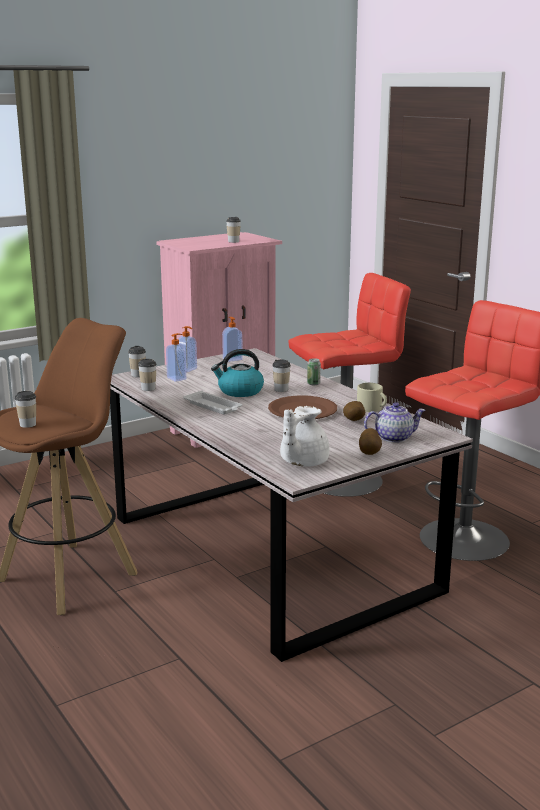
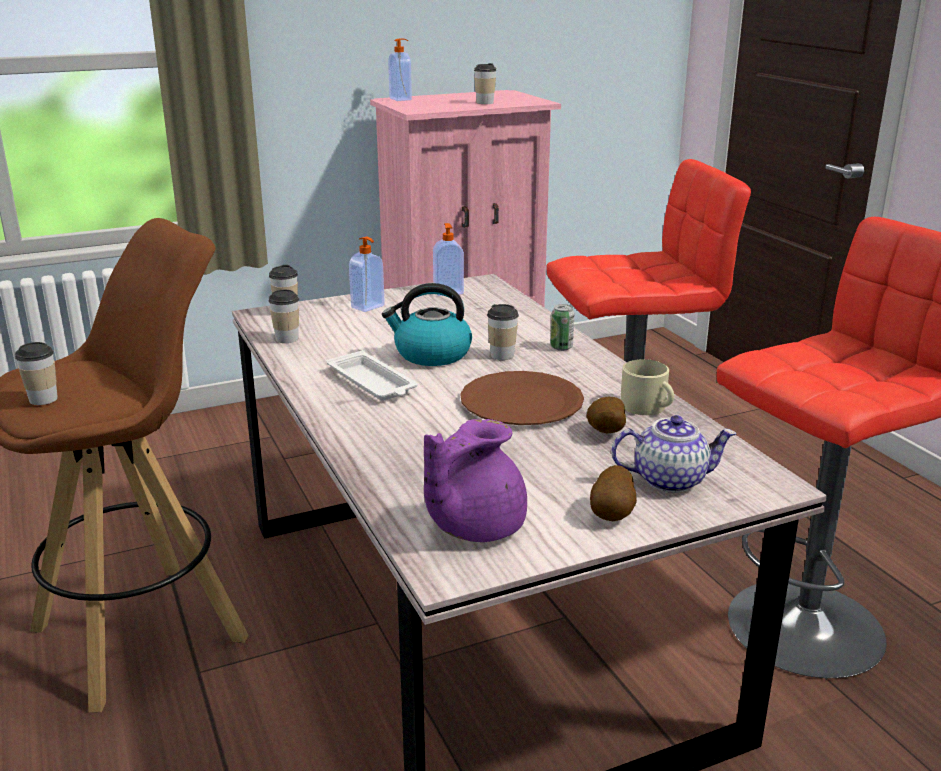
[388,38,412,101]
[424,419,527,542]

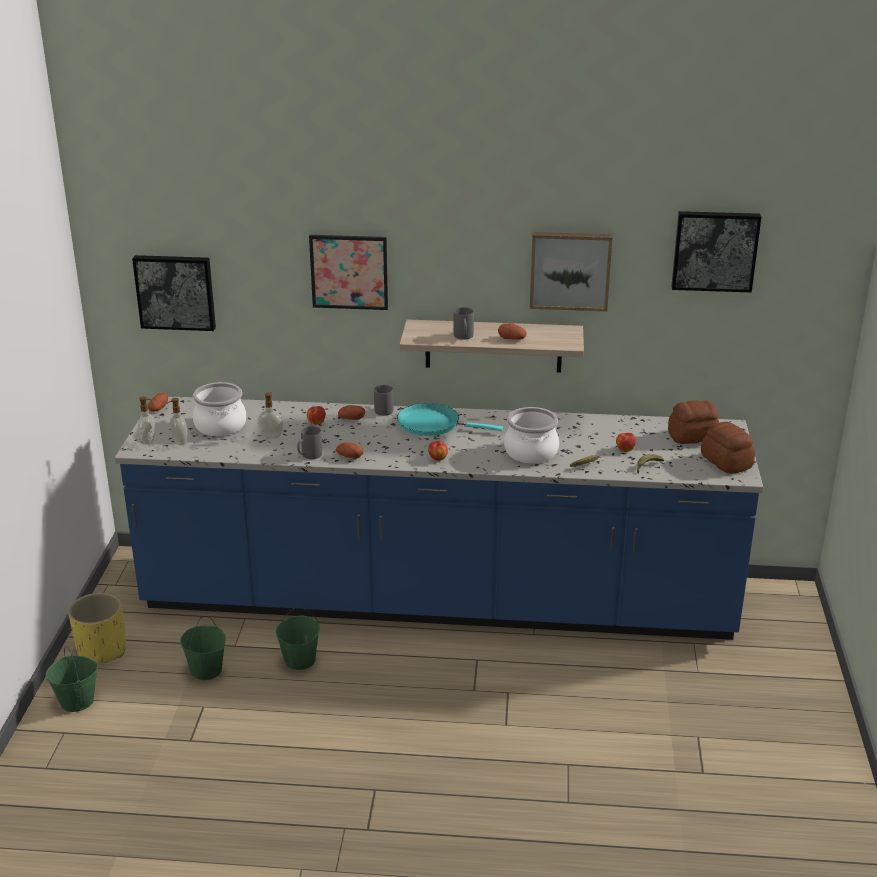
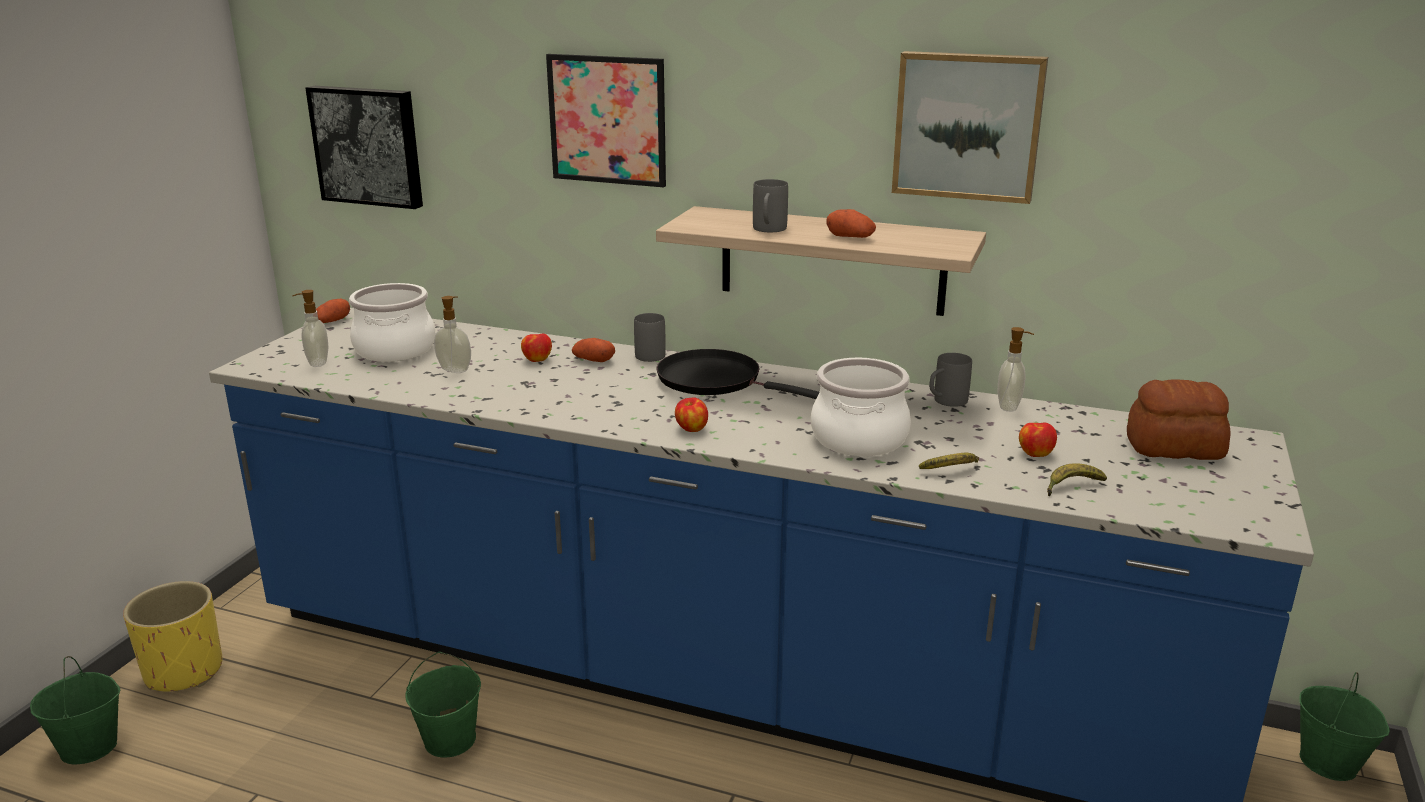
[998,327,1034,412]
[1299,672,1390,781]
[929,353,972,407]
[336,442,363,459] (first image)
[656,349,819,399]
[671,211,761,293] (first image)
[701,422,755,474] (first image)

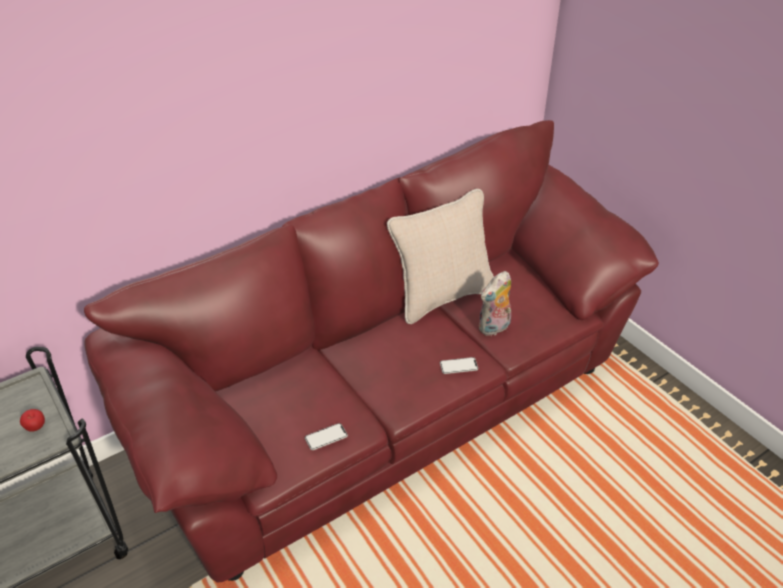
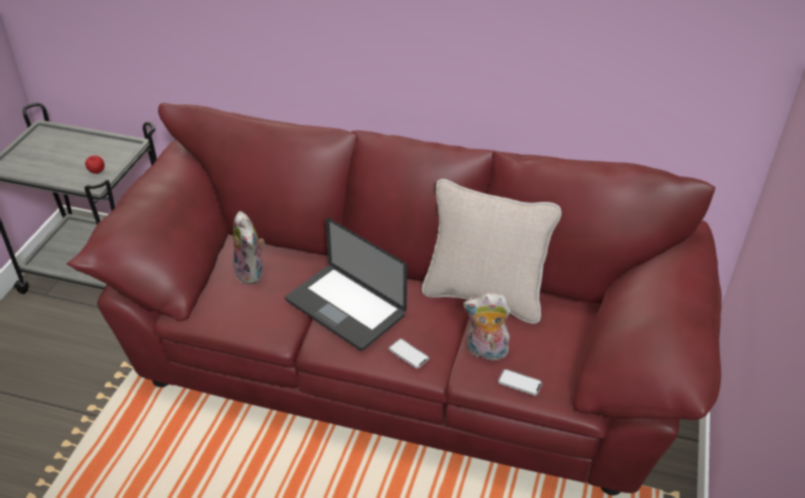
[498,369,542,396]
[233,211,265,284]
[285,218,407,351]

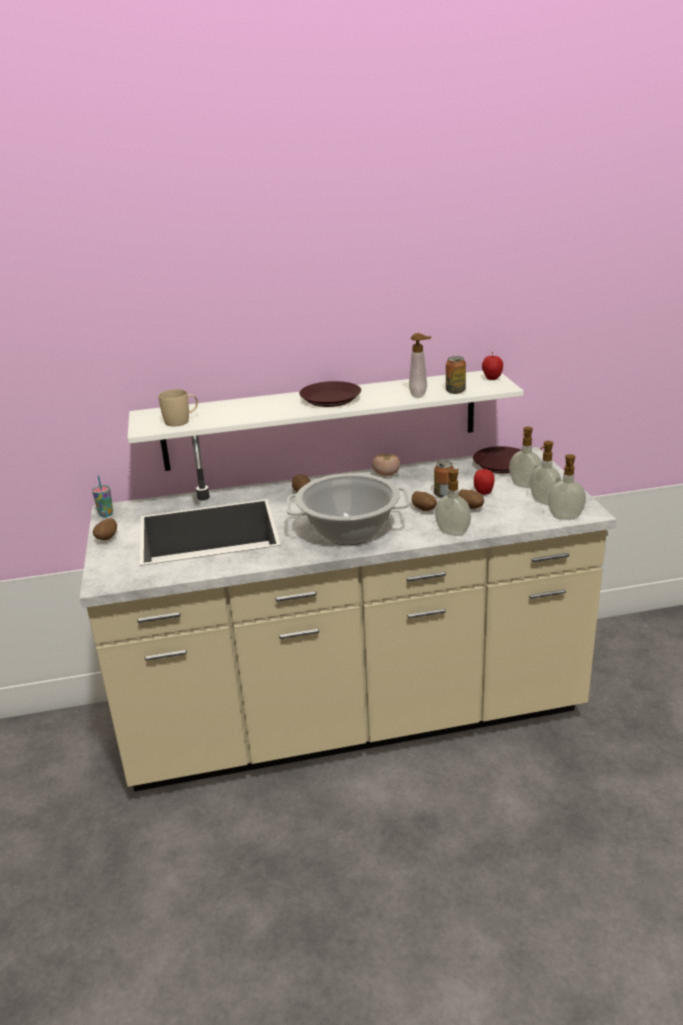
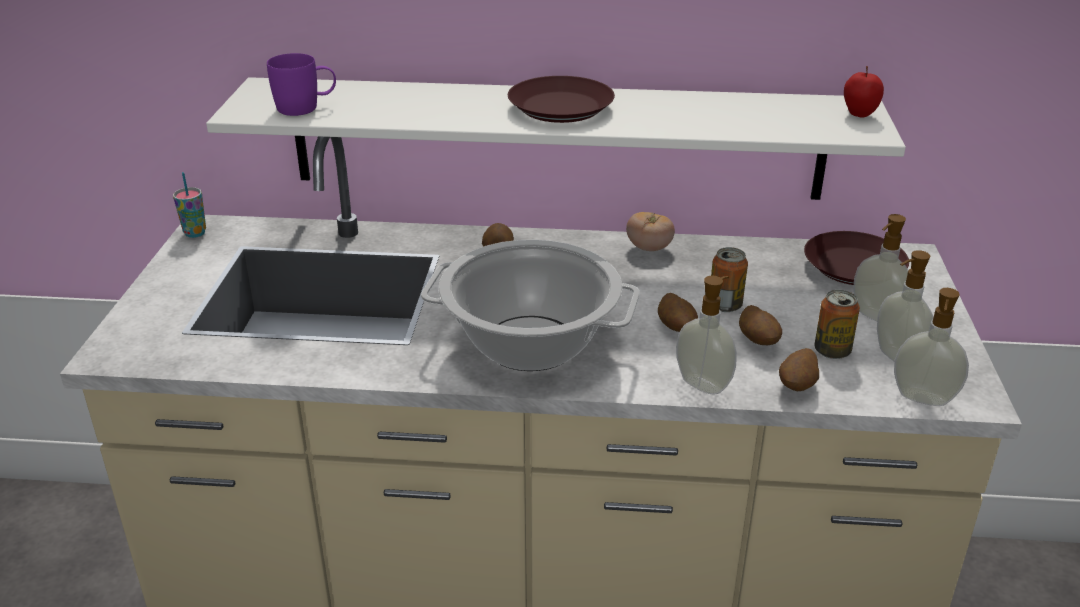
[779,348,819,391]
[267,53,336,116]
[409,333,432,398] (first image)
[814,290,860,359]
[474,467,495,495] (first image)

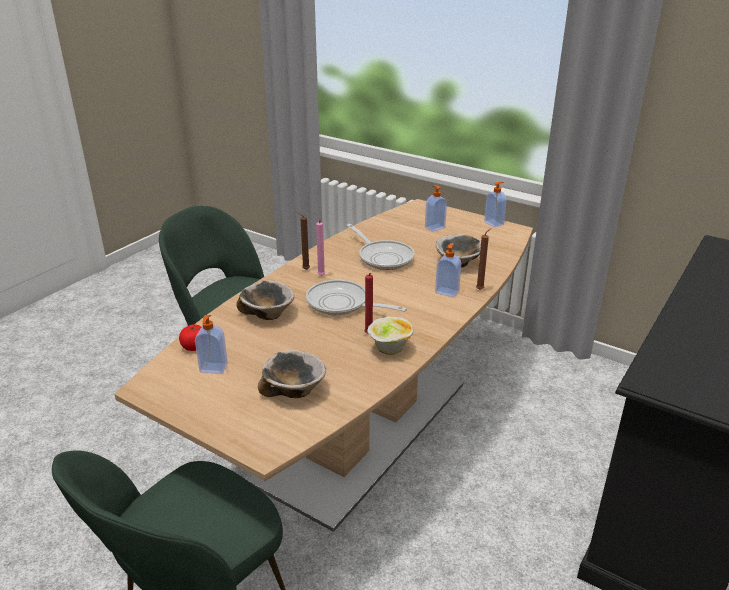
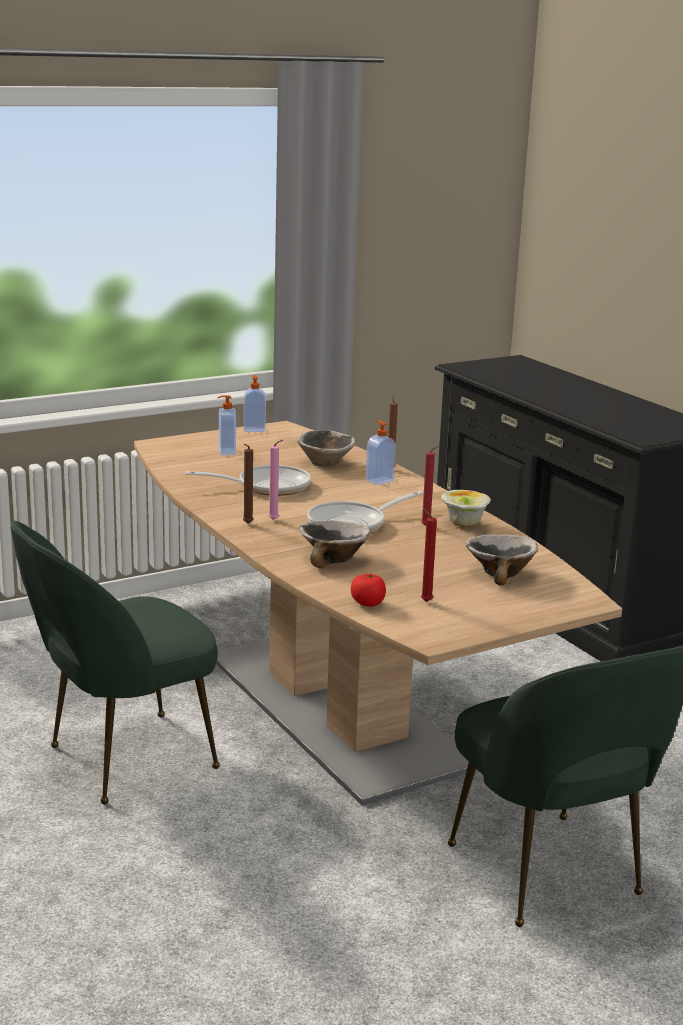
[421,508,437,602]

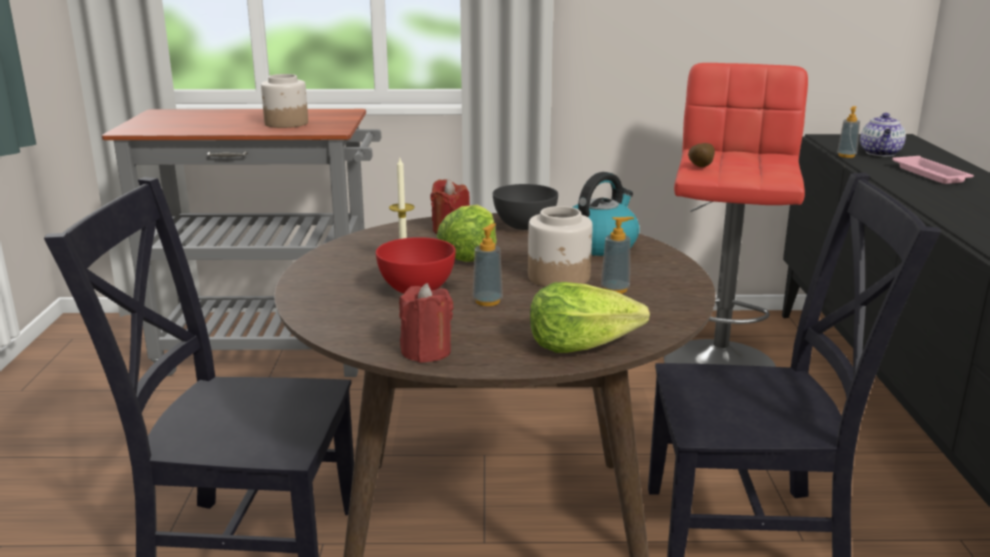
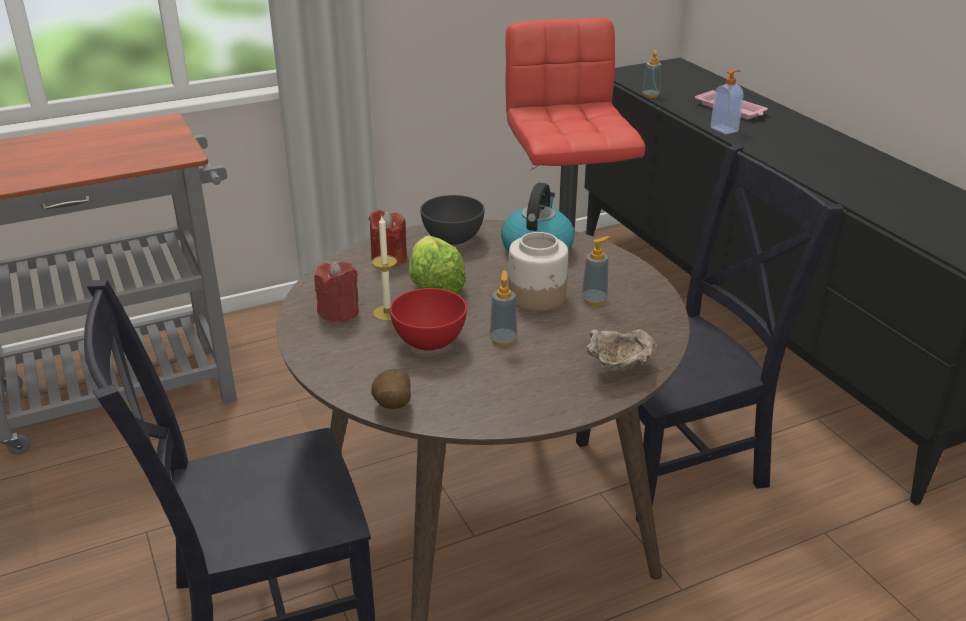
[261,74,308,128] (first image)
[314,261,359,322]
[587,329,659,371]
[371,369,411,409]
[860,113,906,156] (first image)
[711,69,744,134]

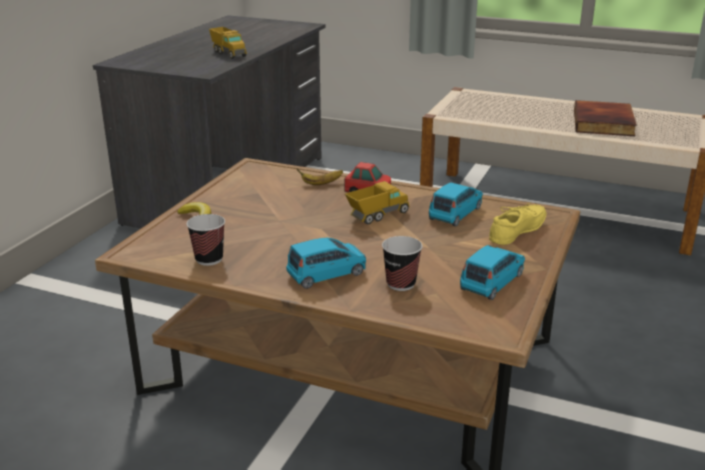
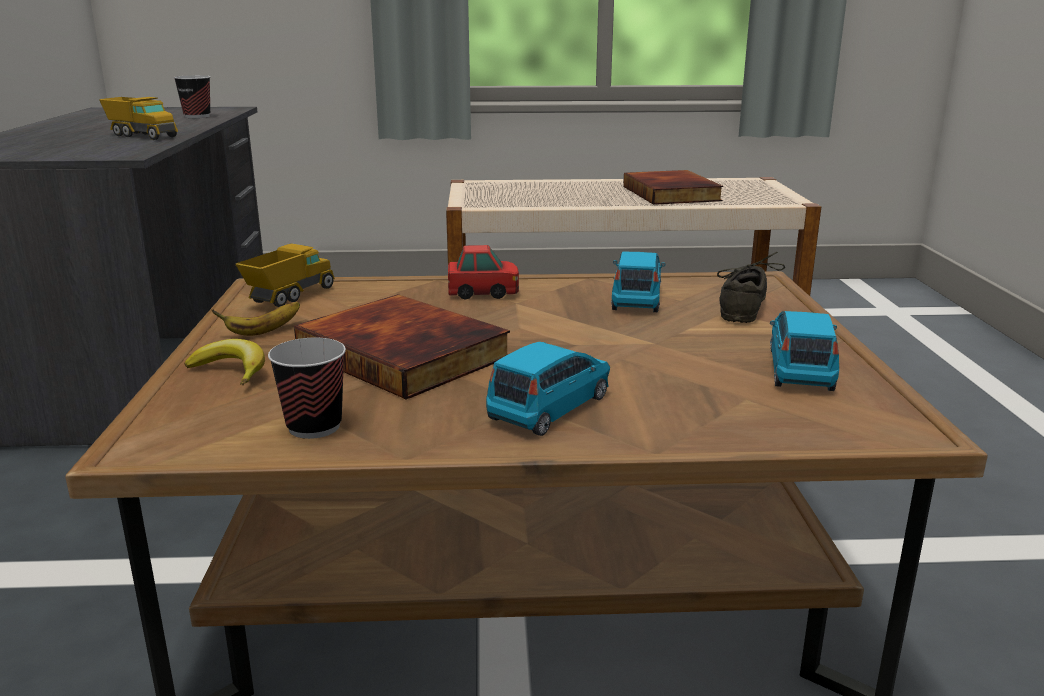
[212,302,300,336]
[235,243,335,307]
[174,75,210,118]
[717,252,785,323]
[294,294,510,400]

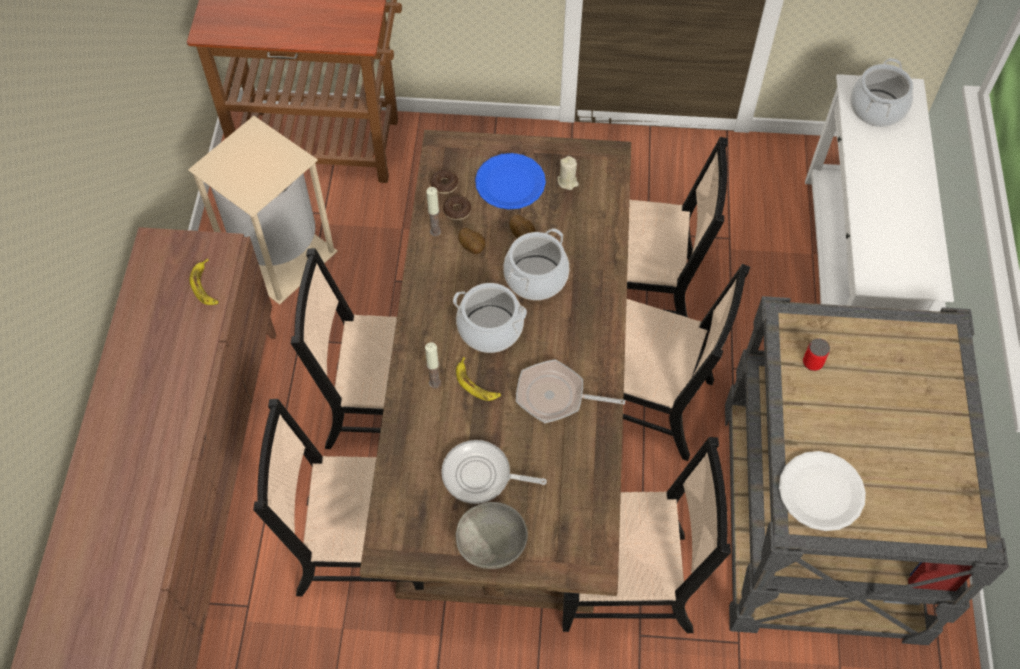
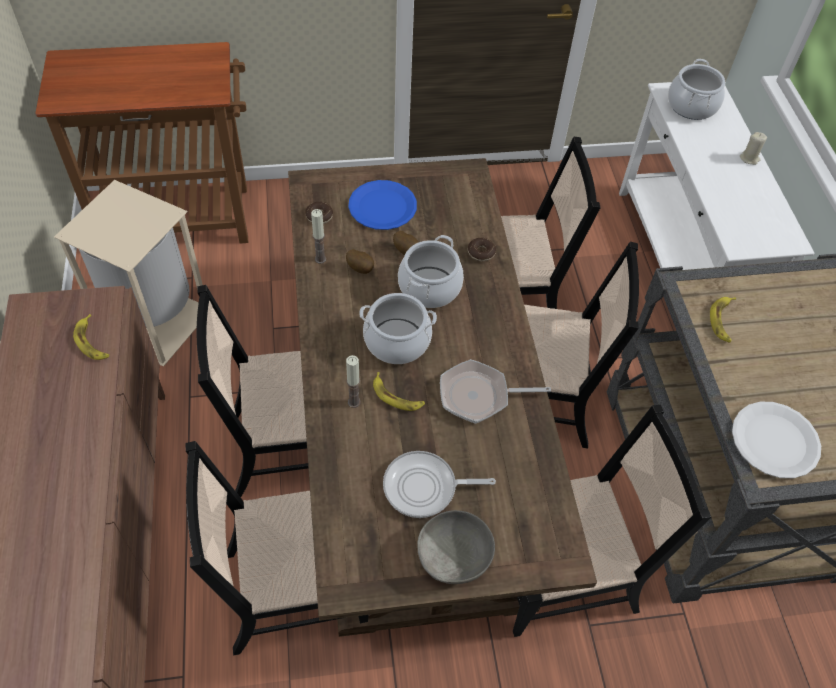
[468,238,496,261]
[740,132,767,165]
[710,297,736,342]

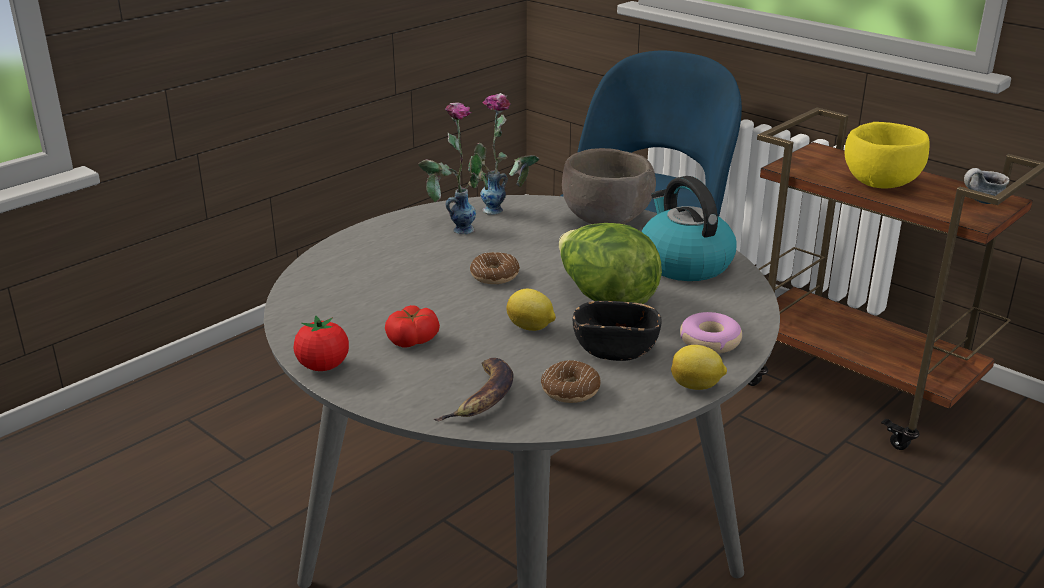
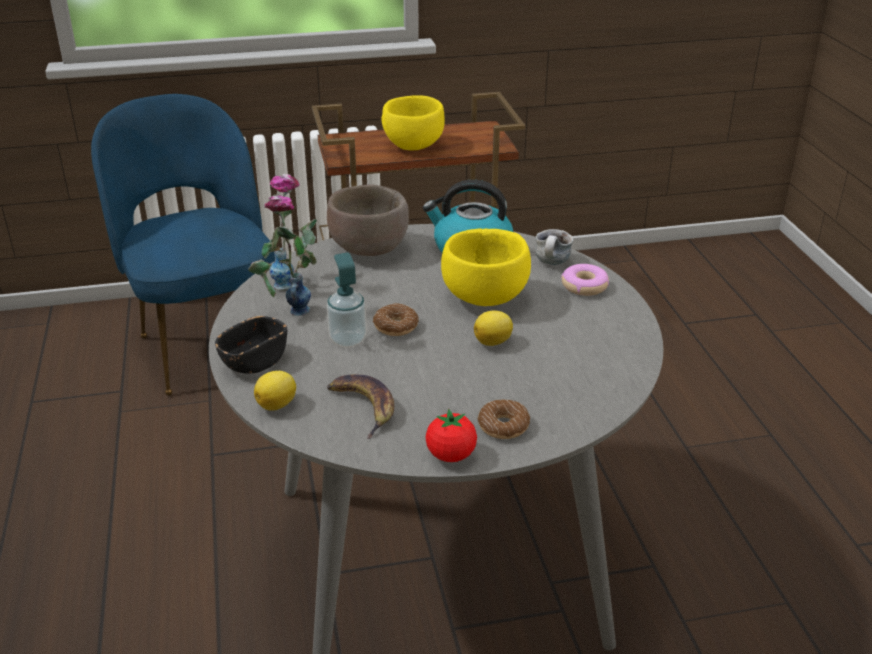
[385,305,440,347] (first image)
[327,374,394,439]
[478,399,530,439]
[441,228,531,306]
[215,316,287,374]
[254,371,296,411]
[535,229,573,265]
[327,253,367,347]

